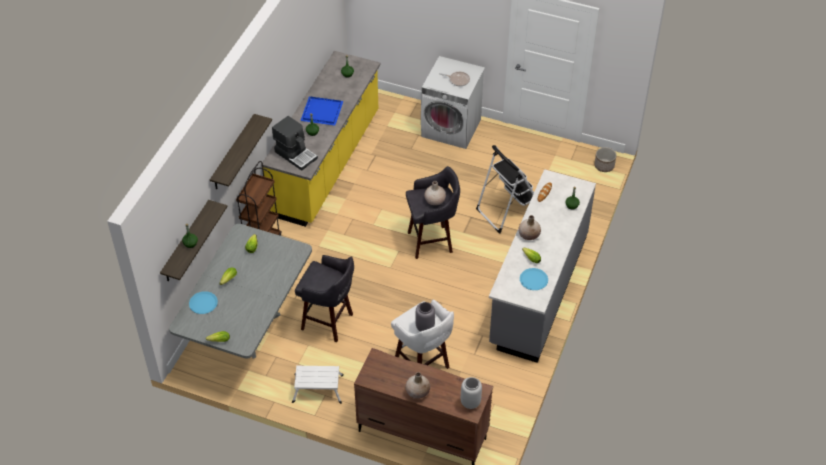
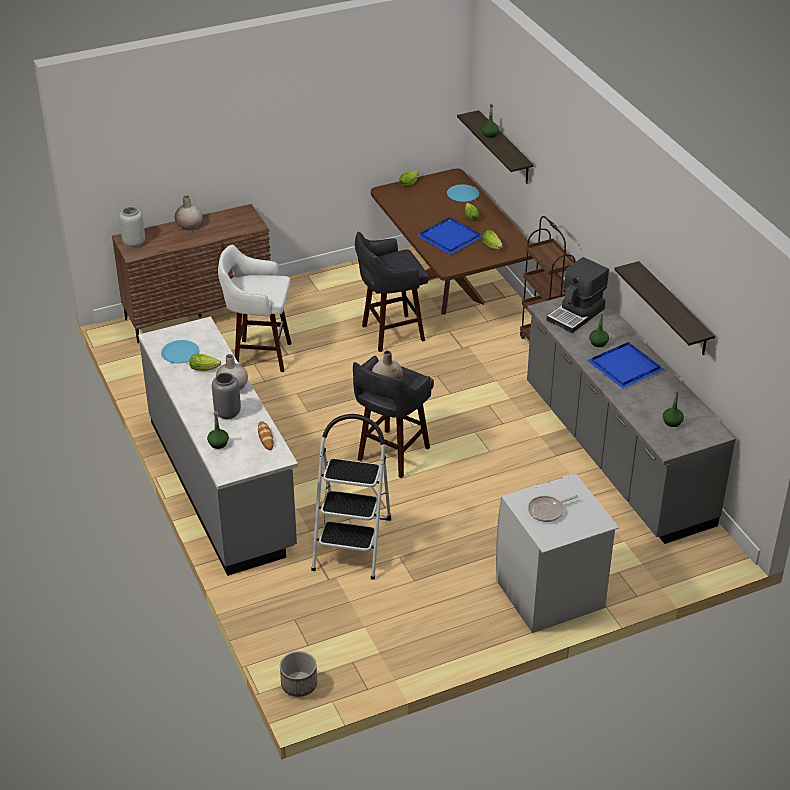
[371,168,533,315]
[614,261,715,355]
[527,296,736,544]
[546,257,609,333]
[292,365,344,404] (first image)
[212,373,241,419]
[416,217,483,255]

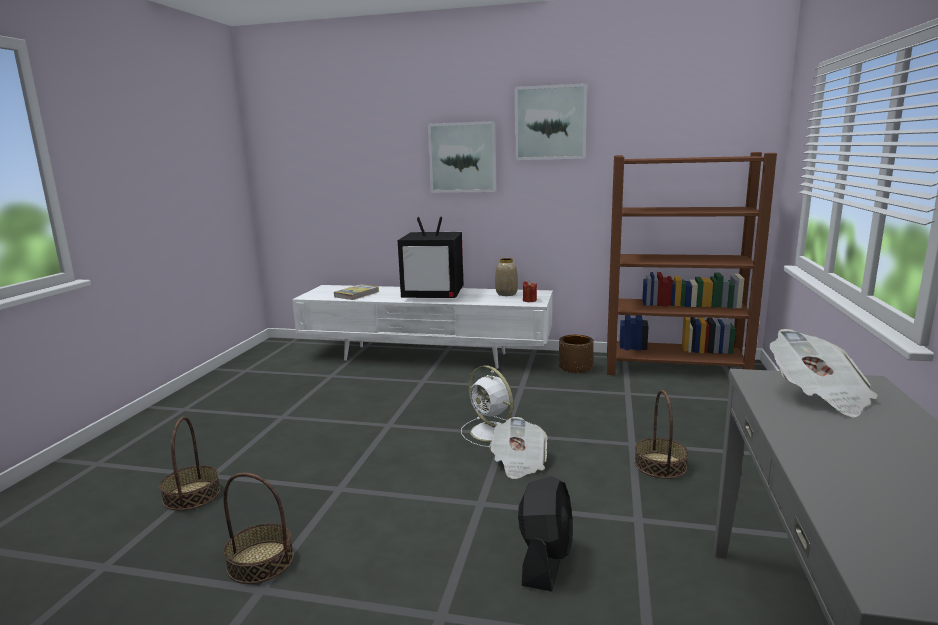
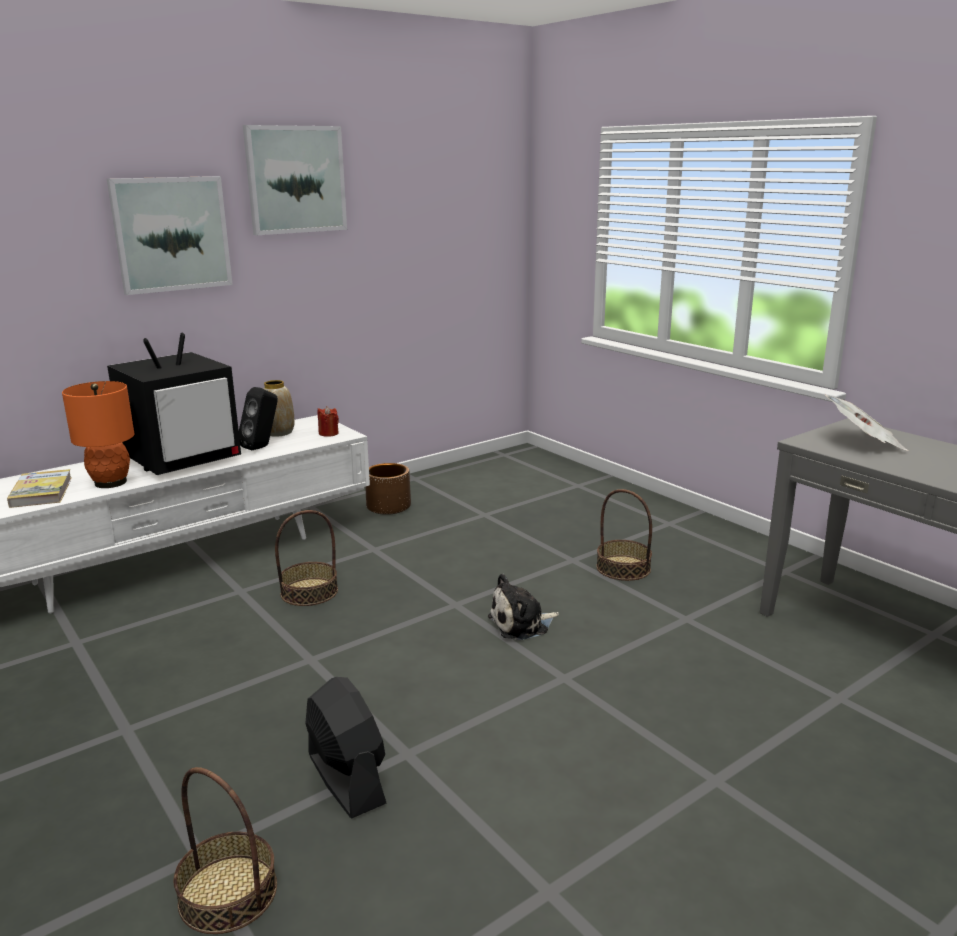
[275,510,338,606]
[461,365,513,447] (first image)
[488,574,559,640]
[306,677,386,818]
[607,152,777,375] (first image)
[62,381,134,488]
[239,387,278,450]

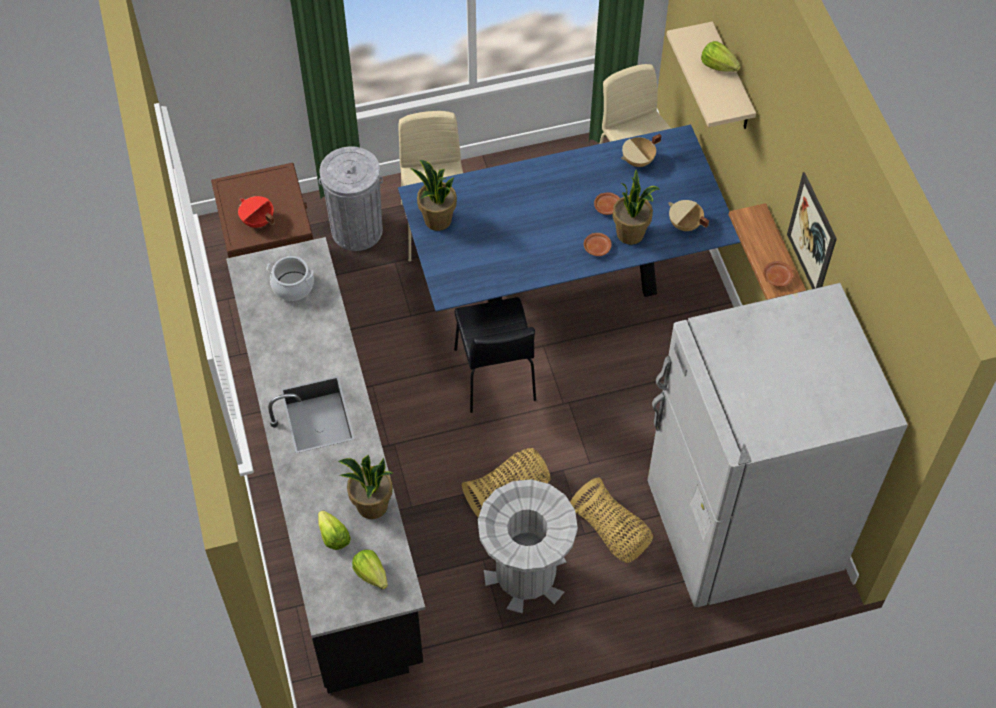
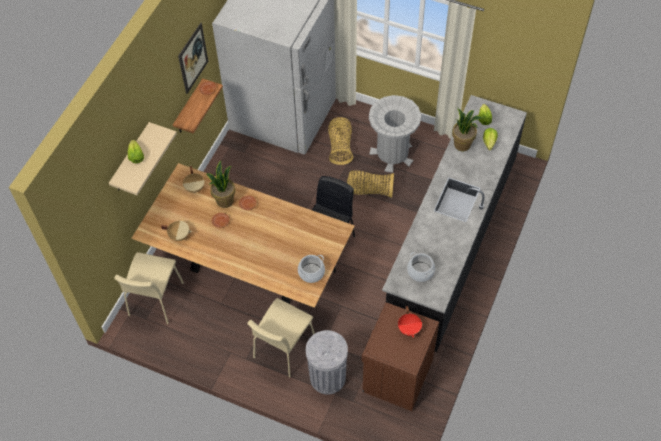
[131,163,355,308]
[298,255,325,283]

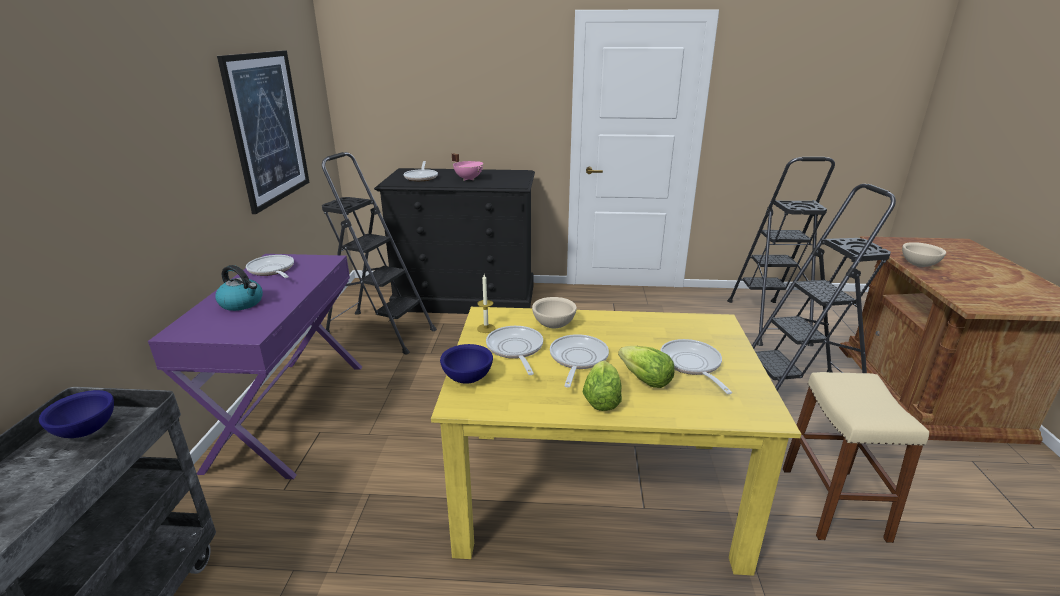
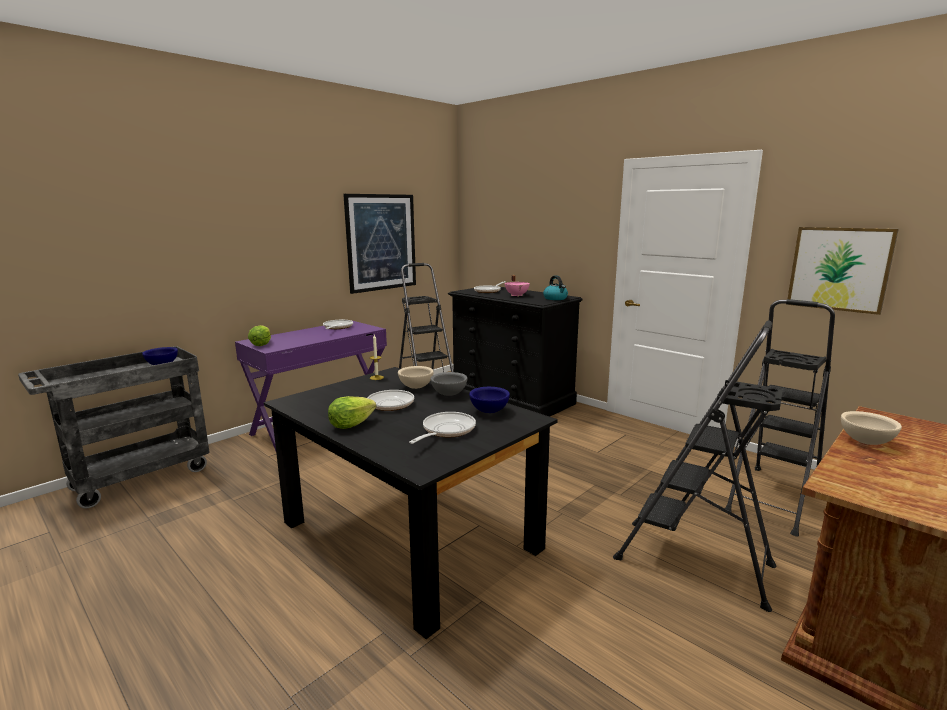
[543,275,568,300]
[264,367,558,639]
[469,387,510,413]
[486,326,543,375] (first image)
[248,325,271,346]
[783,372,929,543] (first image)
[430,372,467,396]
[787,227,899,315]

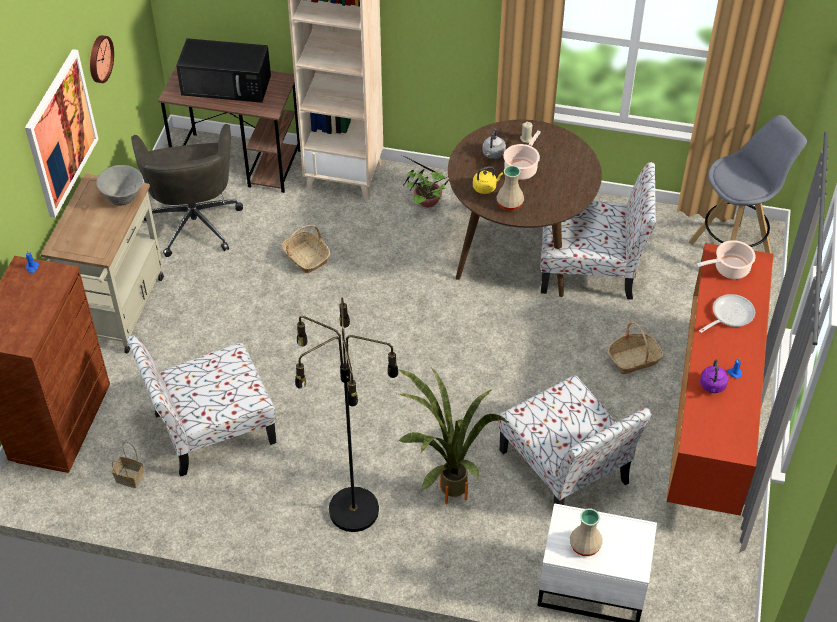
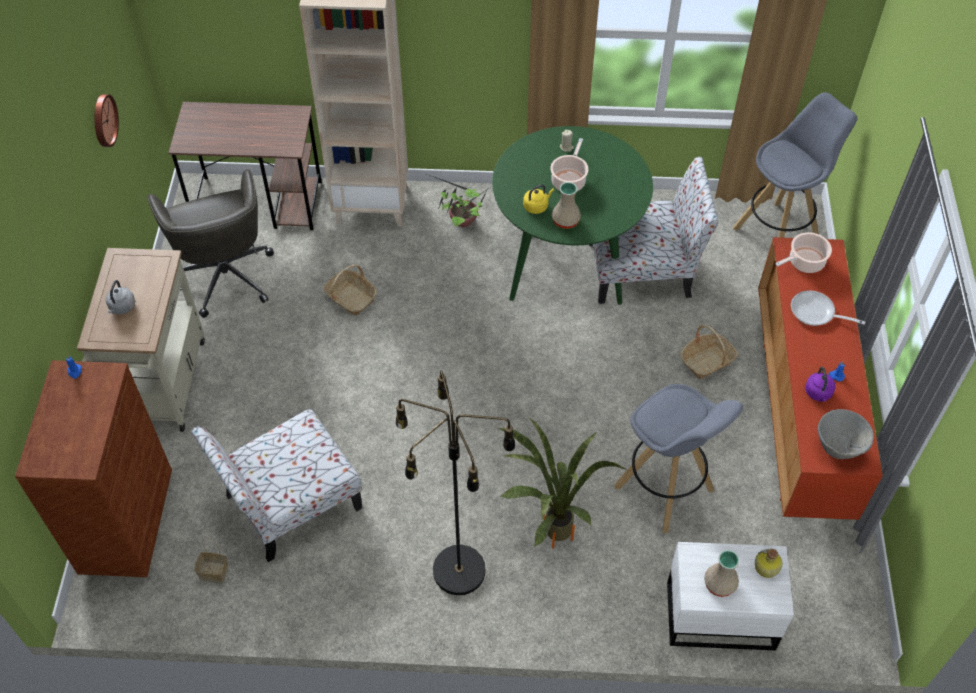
[25,49,99,218] (first image)
[818,409,874,459]
[176,38,271,103] (first image)
[492,126,653,305]
[106,280,135,314]
[614,384,743,533]
[791,290,865,326]
[755,549,783,578]

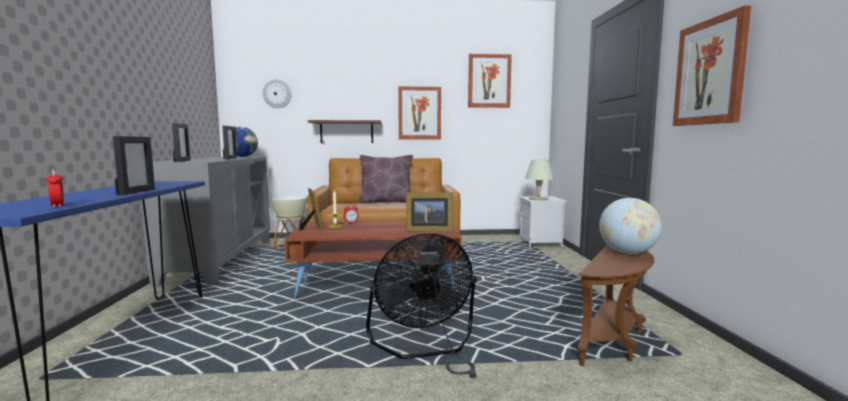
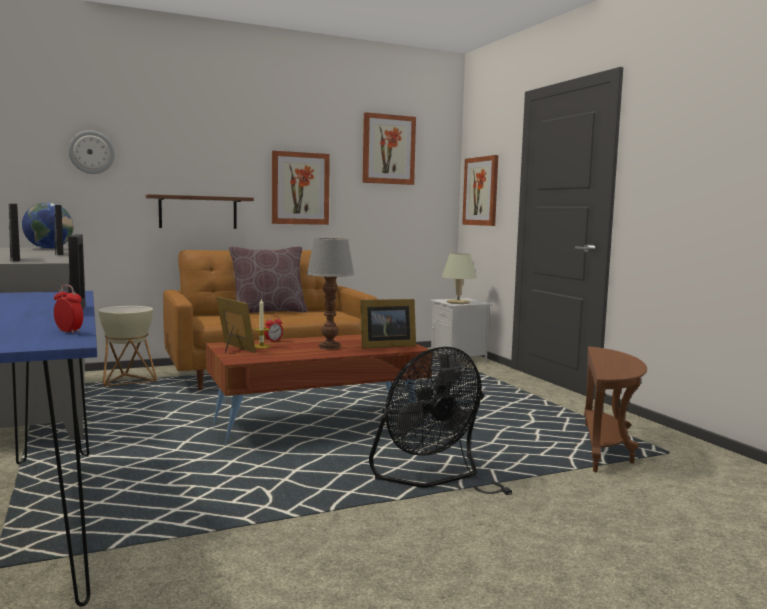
[599,198,662,254] (first image)
[462,155,498,226]
[307,238,354,350]

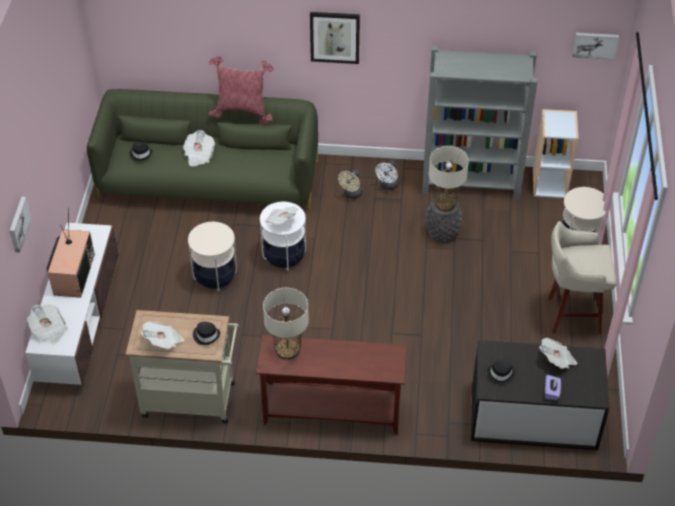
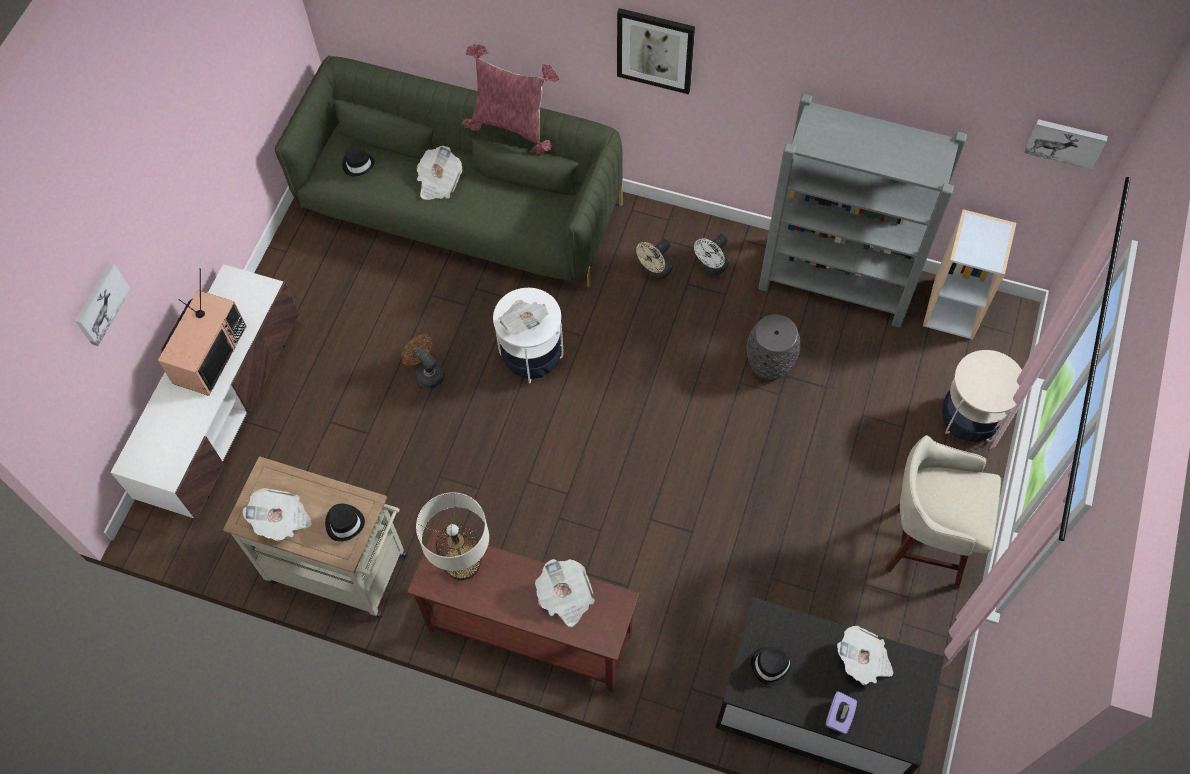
[535,559,595,627]
[401,334,445,388]
[429,146,469,212] (first image)

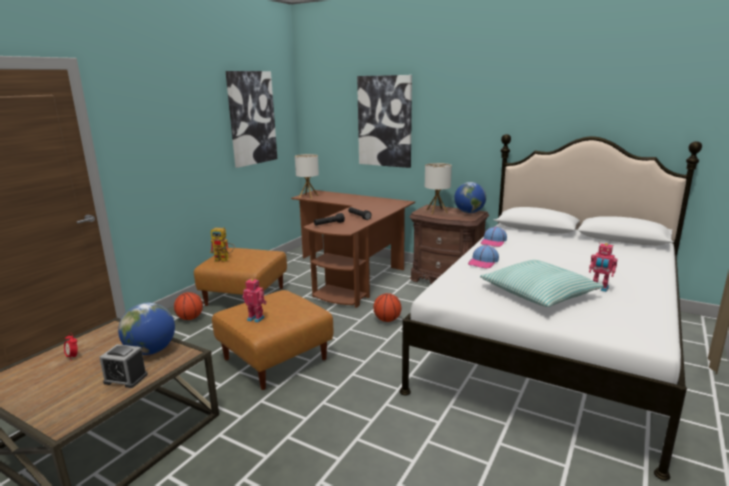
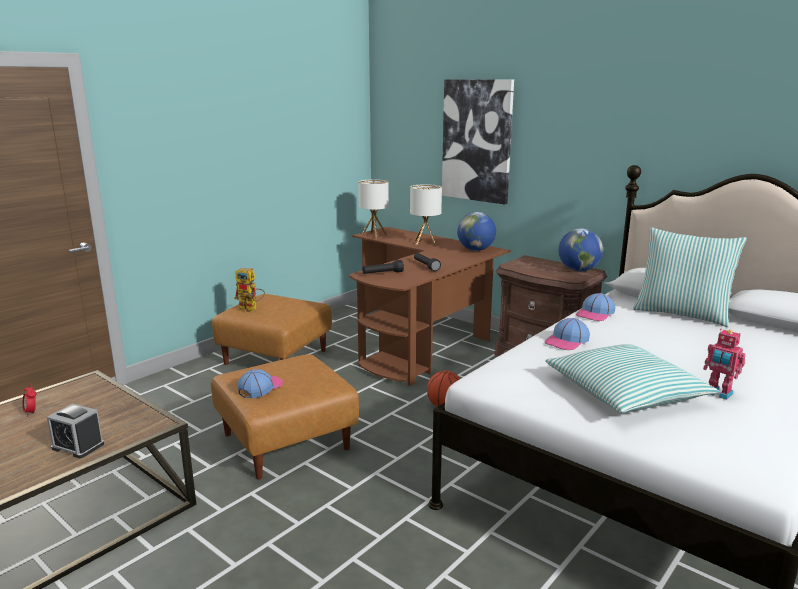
[457,212,496,251]
[174,292,203,320] (first image)
[225,71,277,168] (first image)
[238,369,283,398]
[410,184,442,245]
[633,227,747,327]

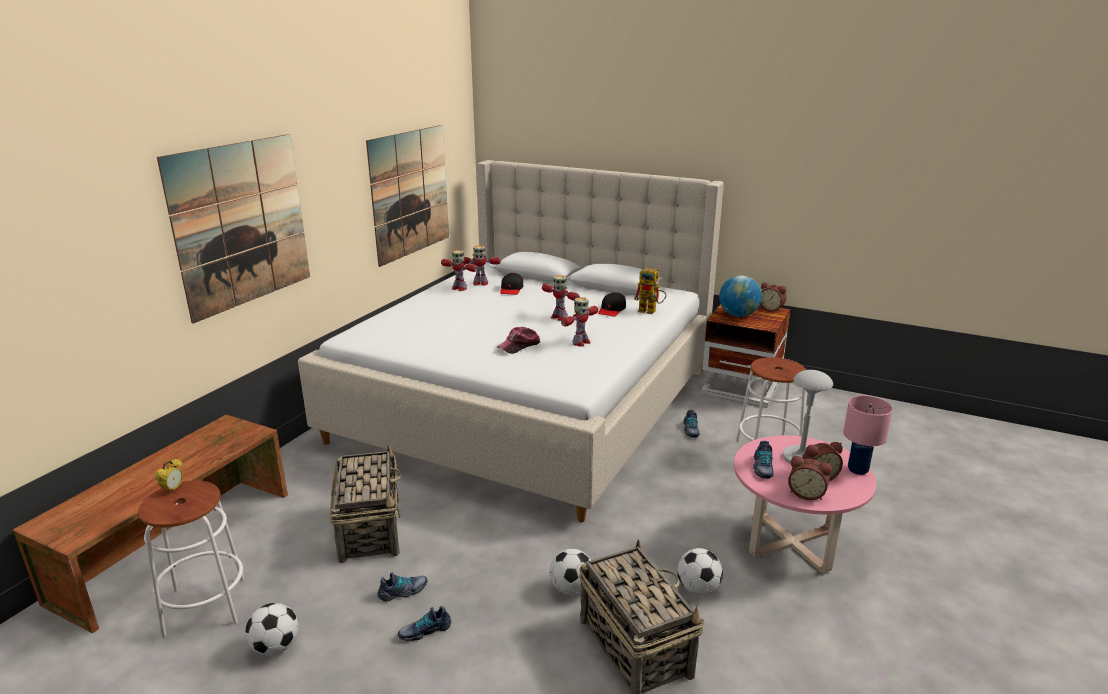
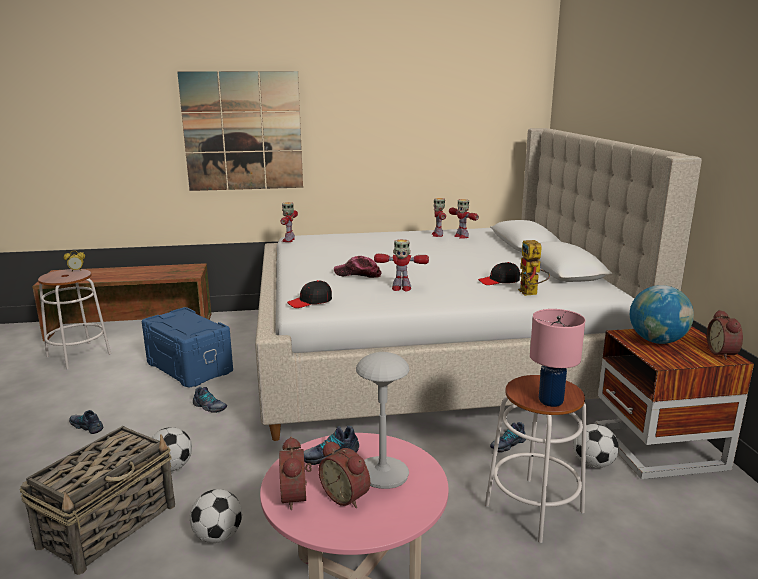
[574,424,619,468]
[142,307,233,387]
[366,125,449,267] (first image)
[193,387,227,413]
[287,280,332,308]
[280,202,298,242]
[530,309,585,407]

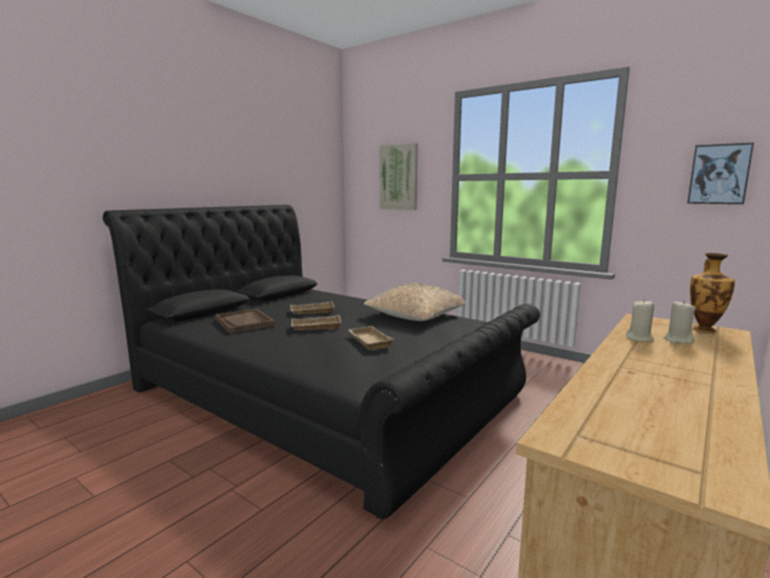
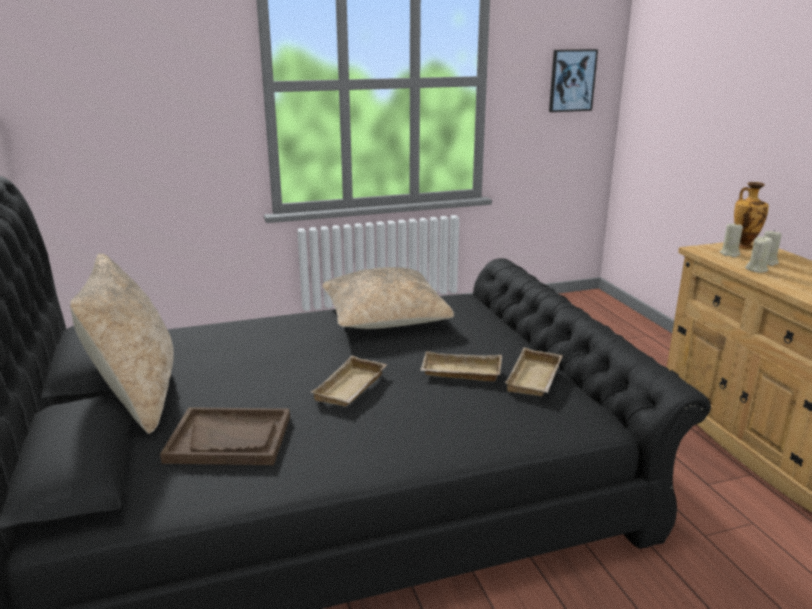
[505,347,563,396]
[380,143,418,210] (first image)
[70,253,174,434]
[720,223,743,257]

